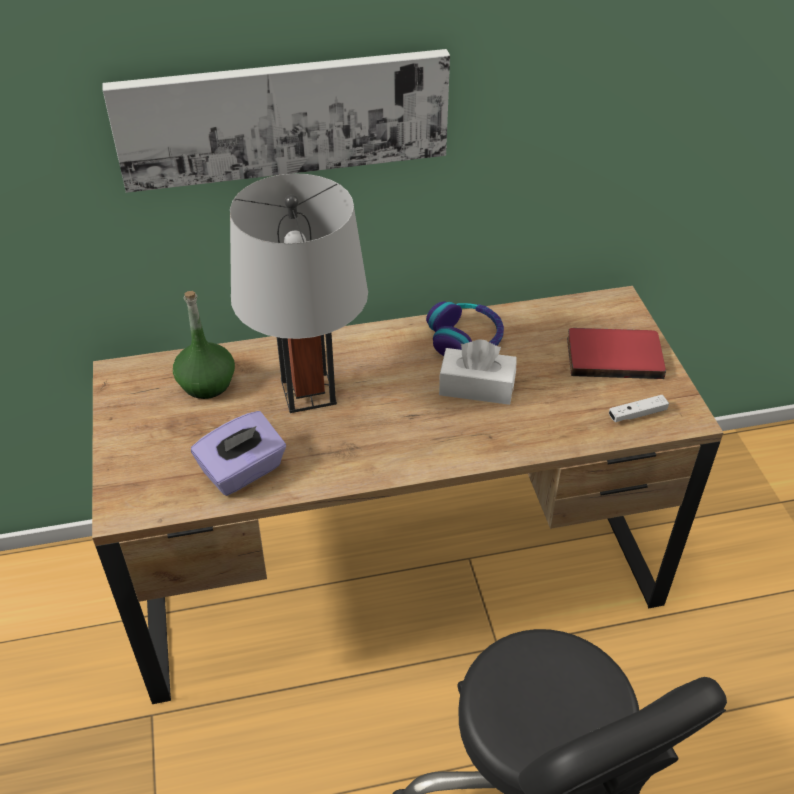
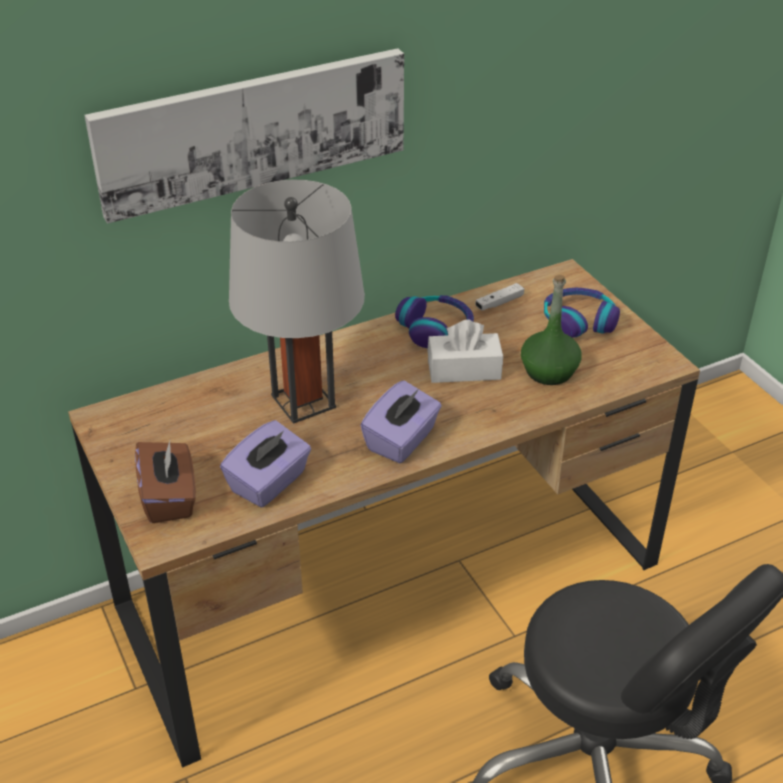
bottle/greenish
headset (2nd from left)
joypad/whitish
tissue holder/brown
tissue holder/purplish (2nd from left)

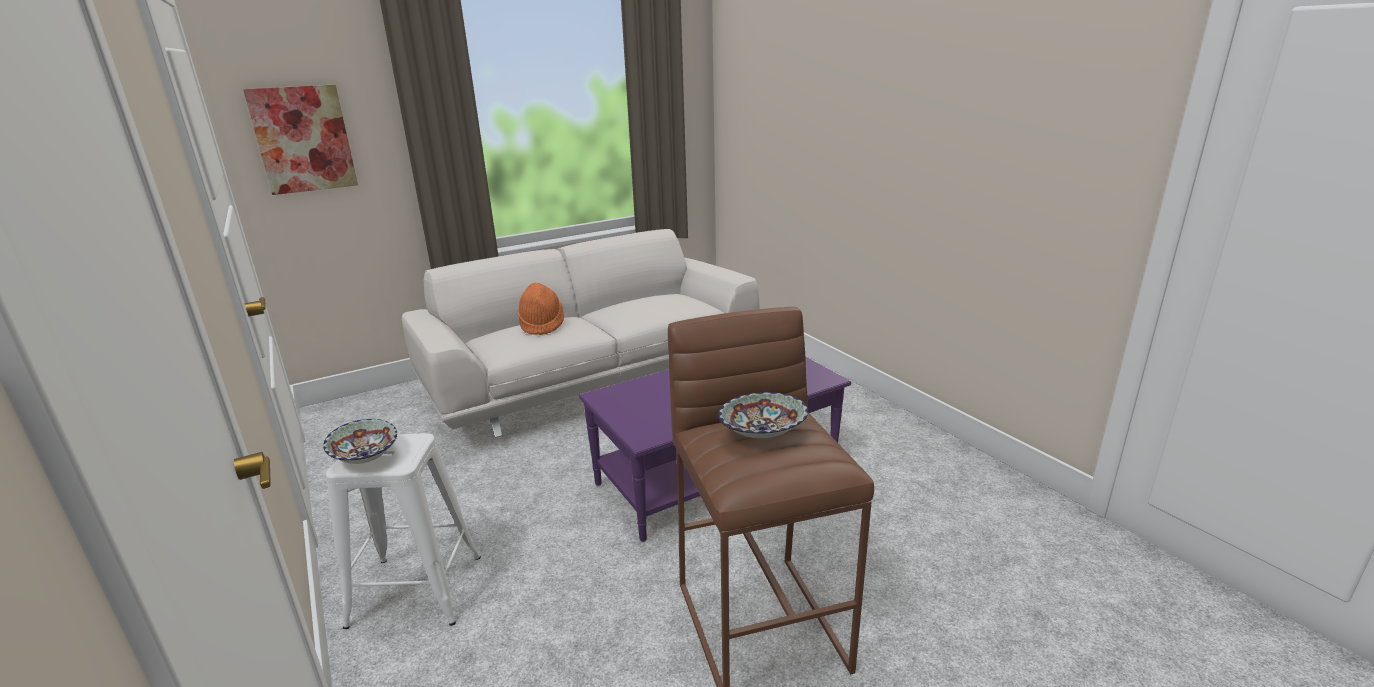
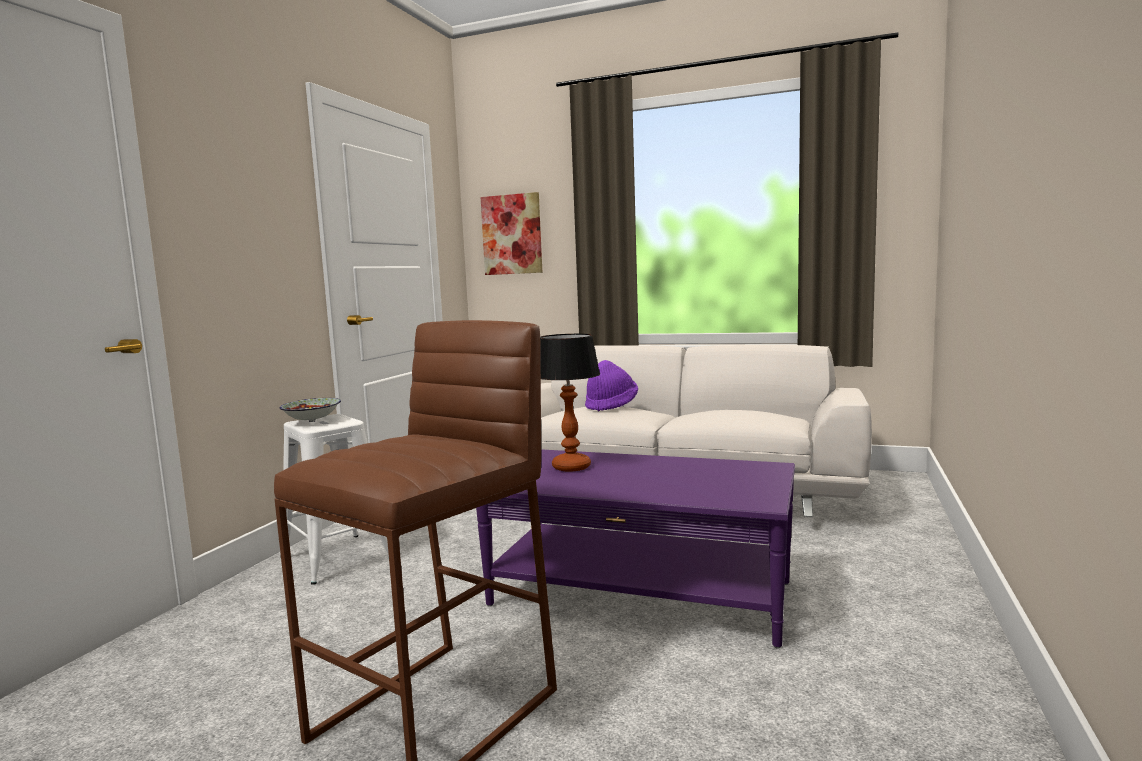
clothing hat/purplish
serving bowl (2nd from left in the first image)
tabletop lamp

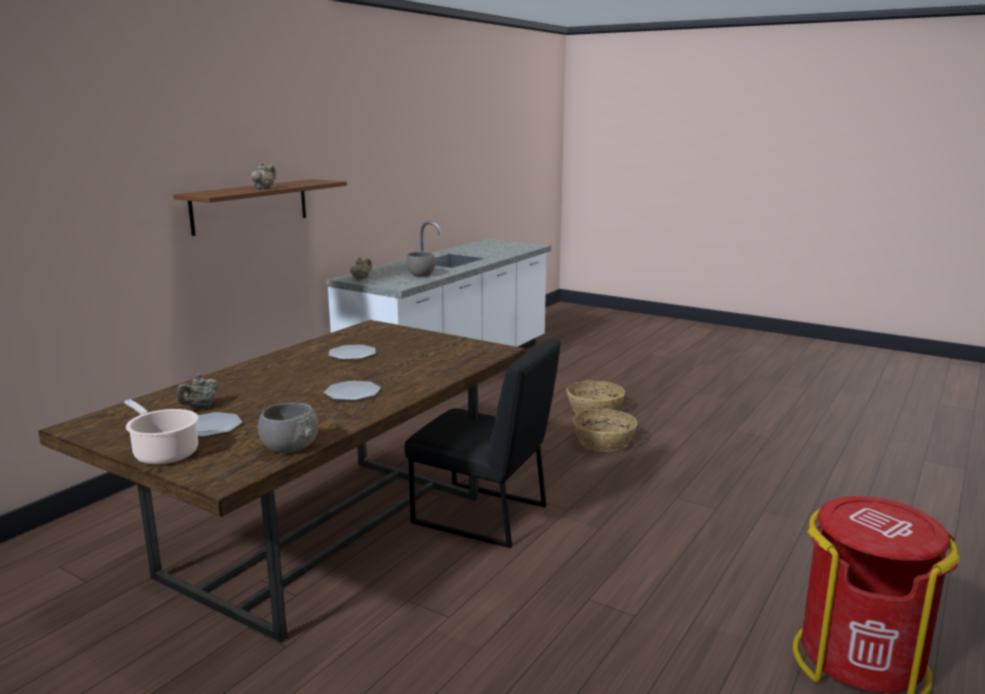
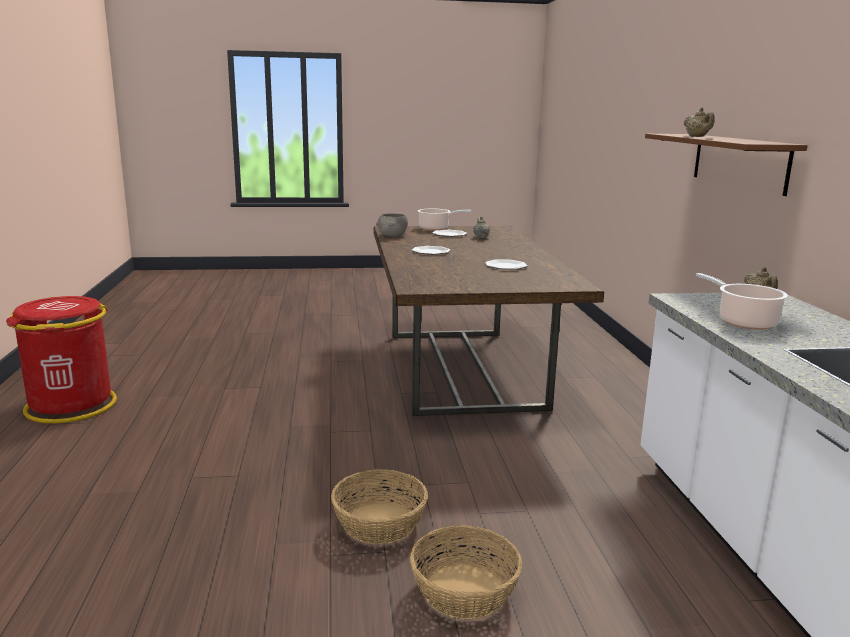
chair/black-coloured
stockpot (2nd from left)

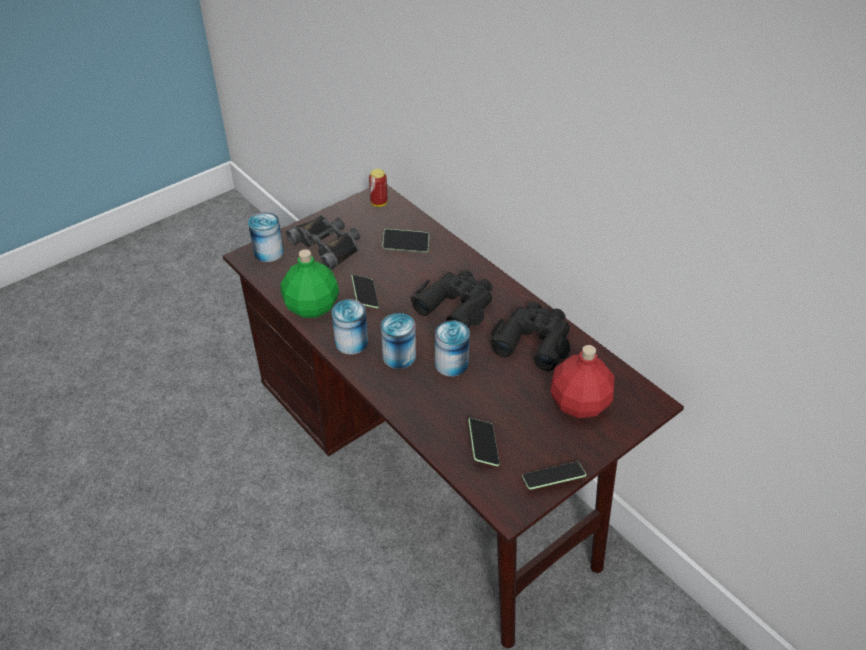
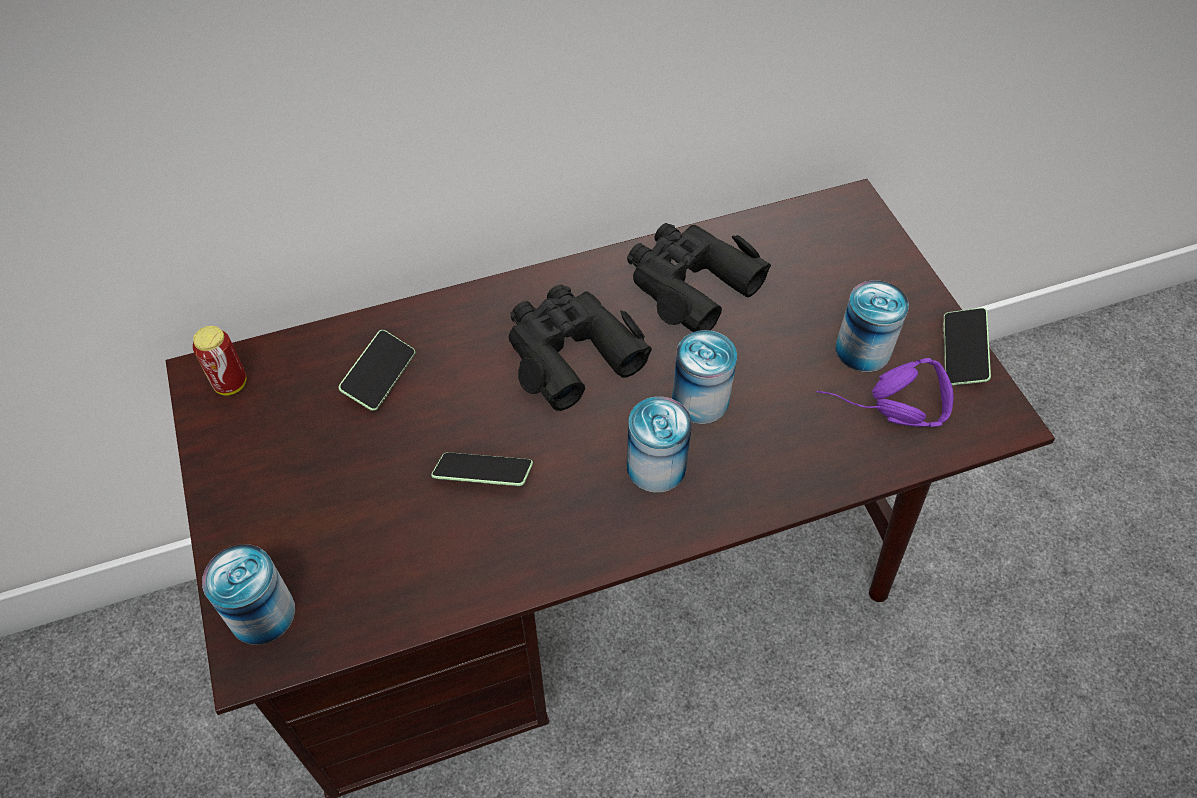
bottle/greenish
binoculars/black-coloured (1st from left in the first image)
can (5th from left)
headset/purplish
bottle/red-coloured

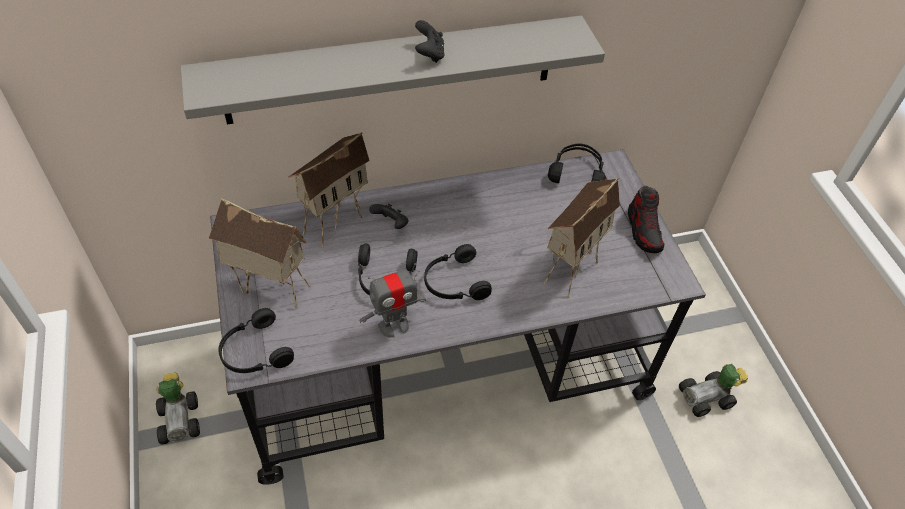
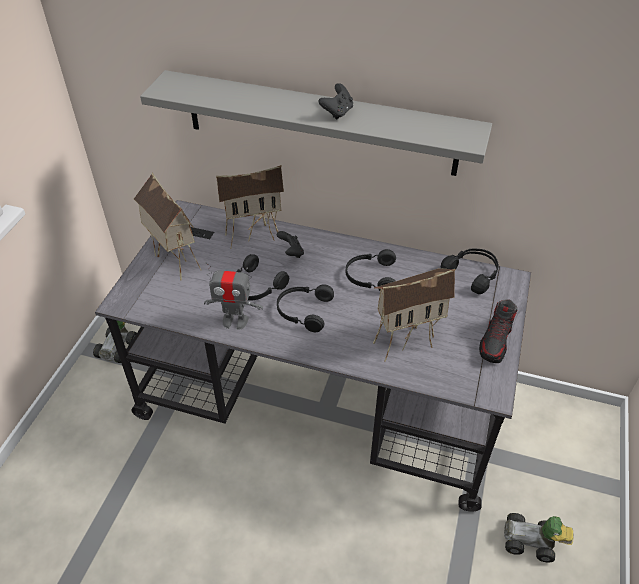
headset/black-coloured (3rd from left)

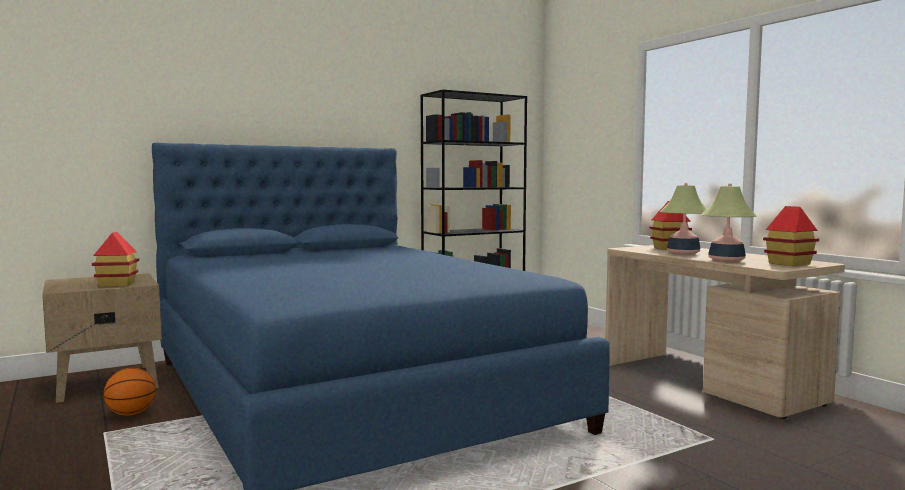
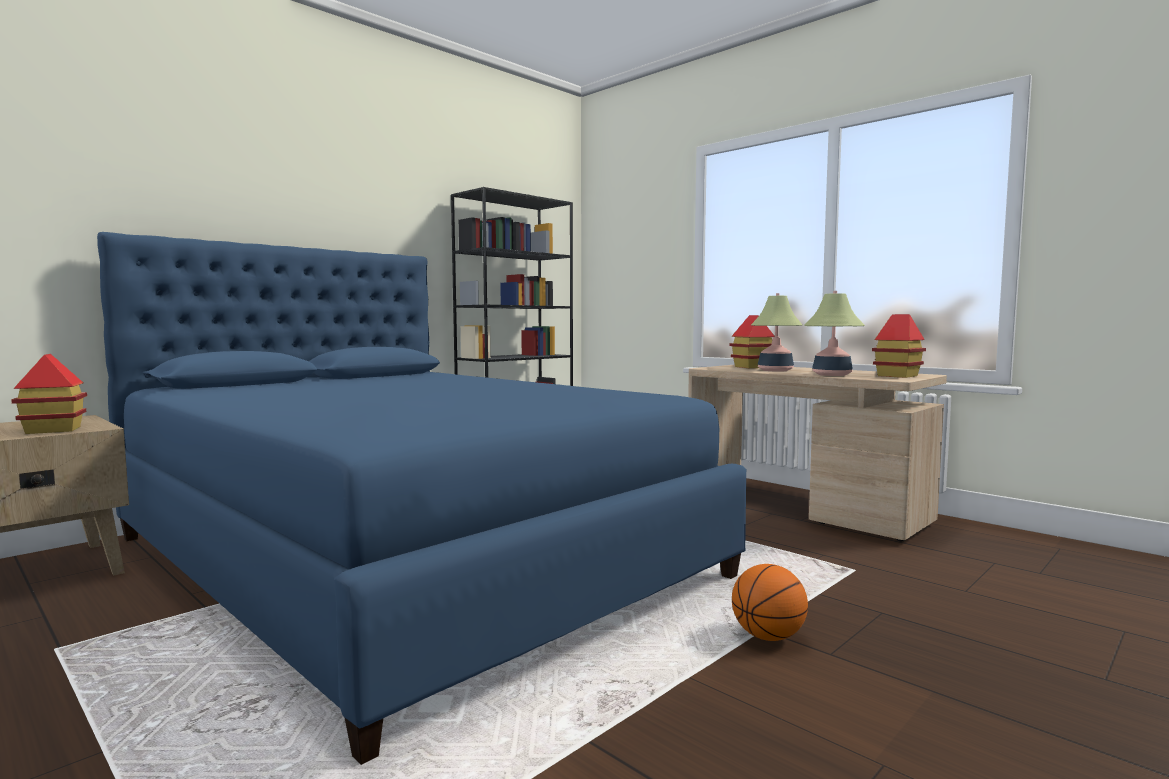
basketball ball

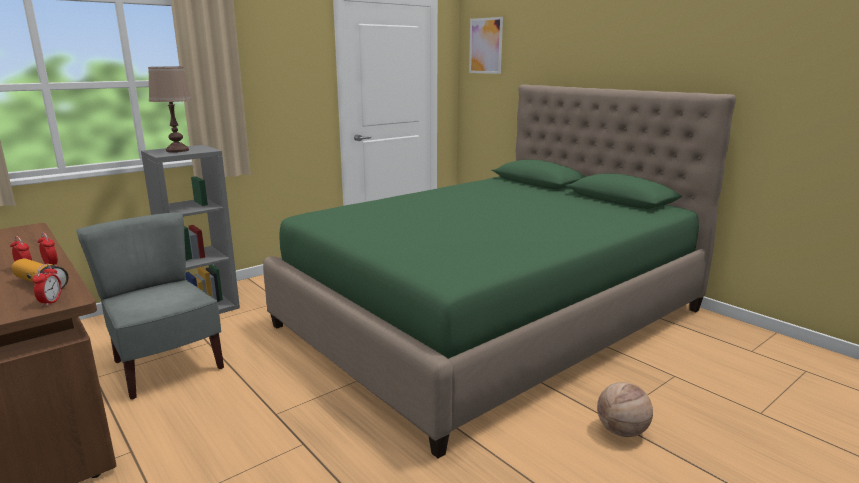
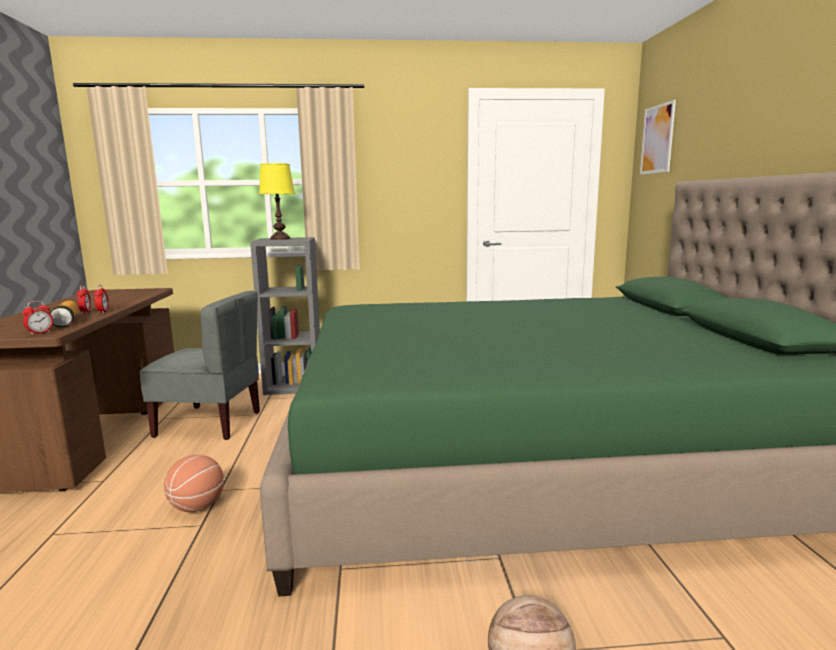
chair/greyish
tabletop lamp/yellow-coloured
basketball ball (1st from left)

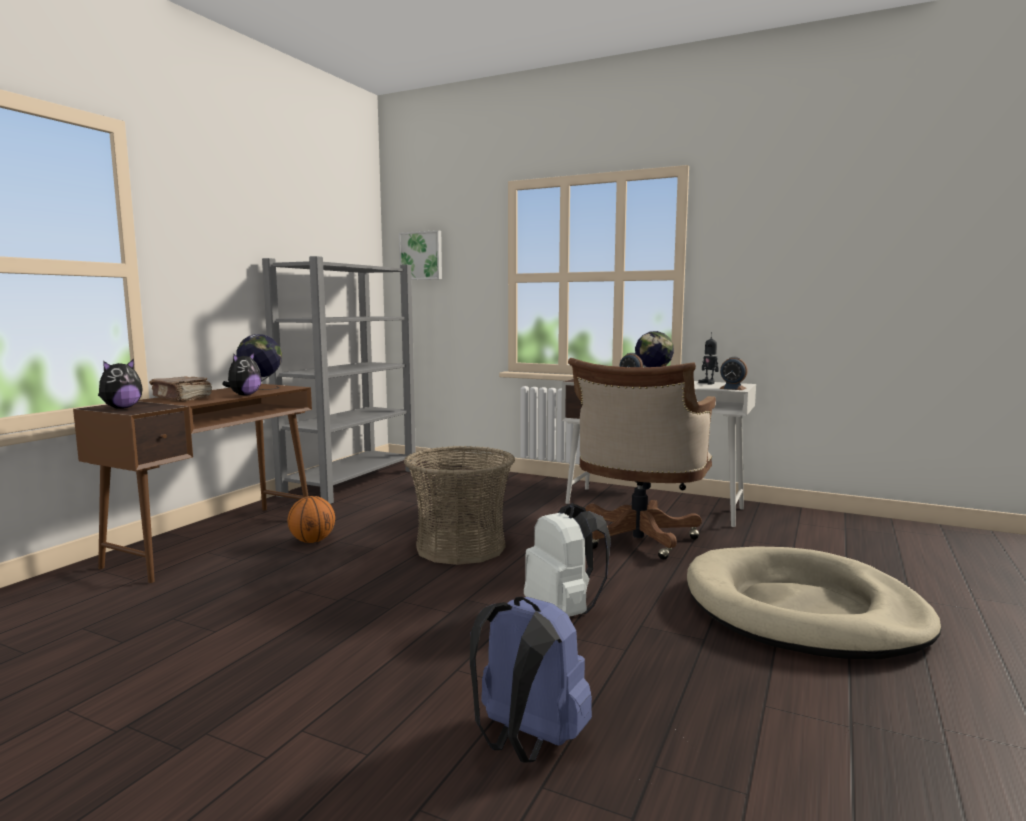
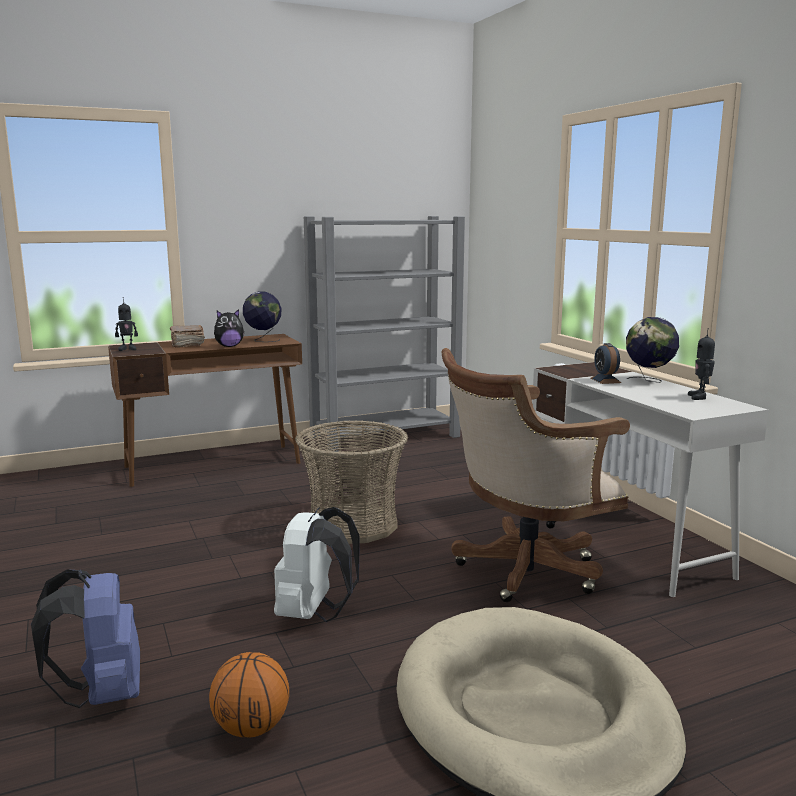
toy robot (1st from left)
basketball ball
wall art
table clock (2nd from left in the first image)

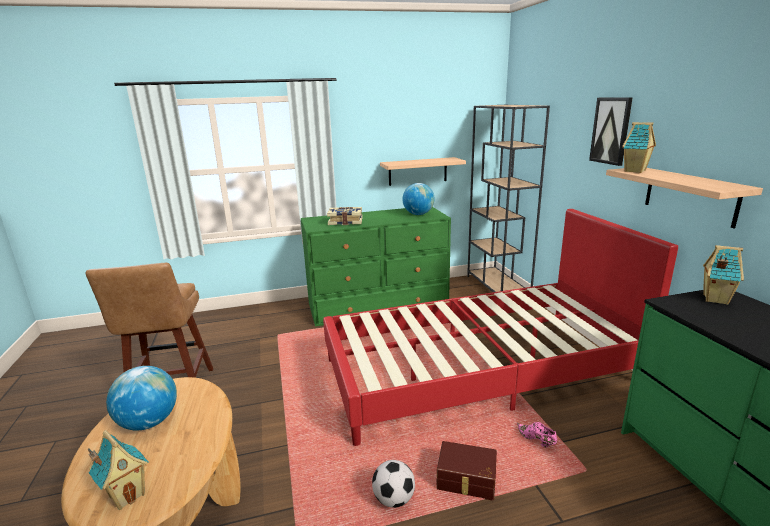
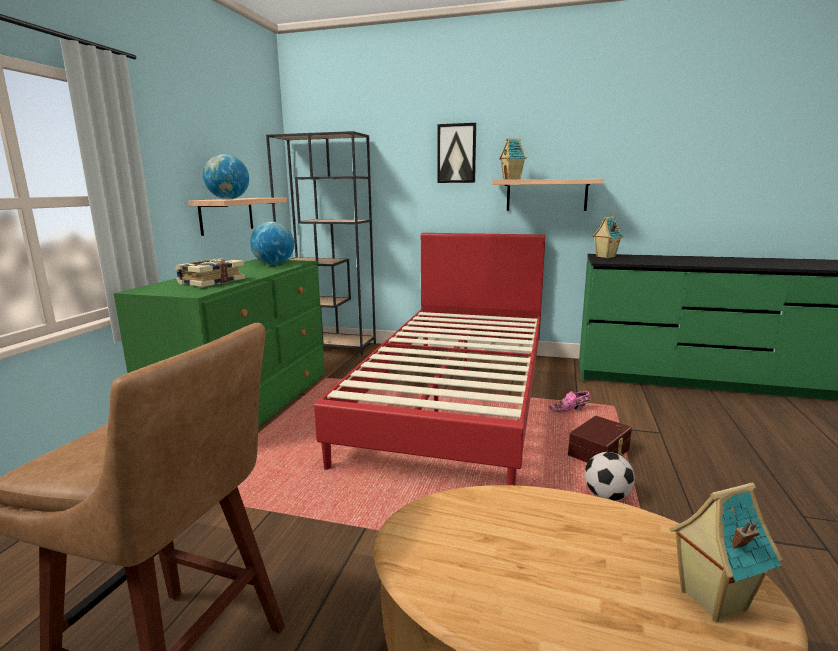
world globe (1st from left)

